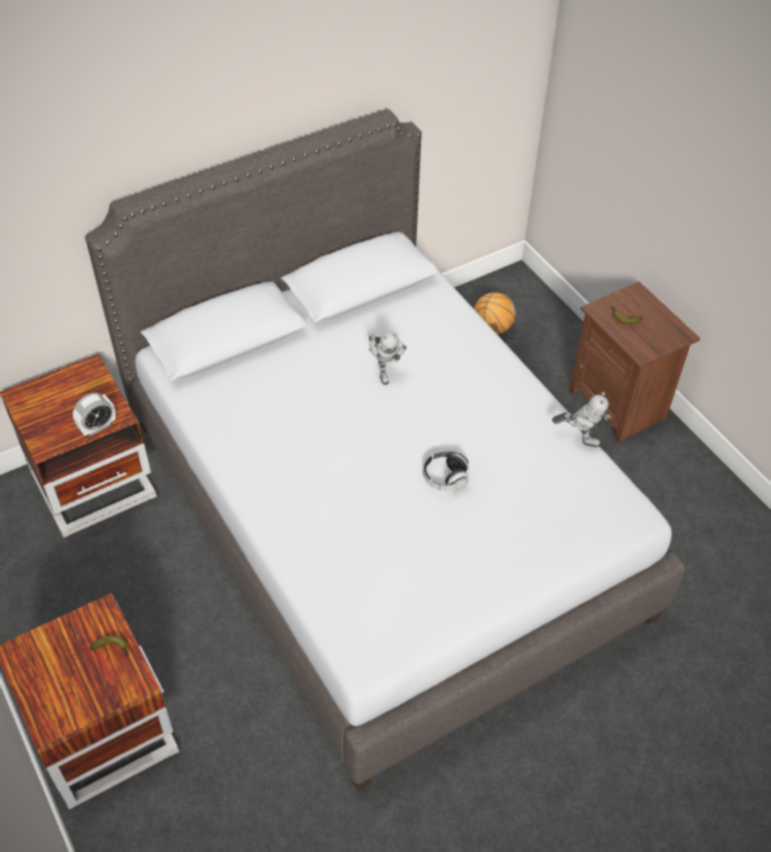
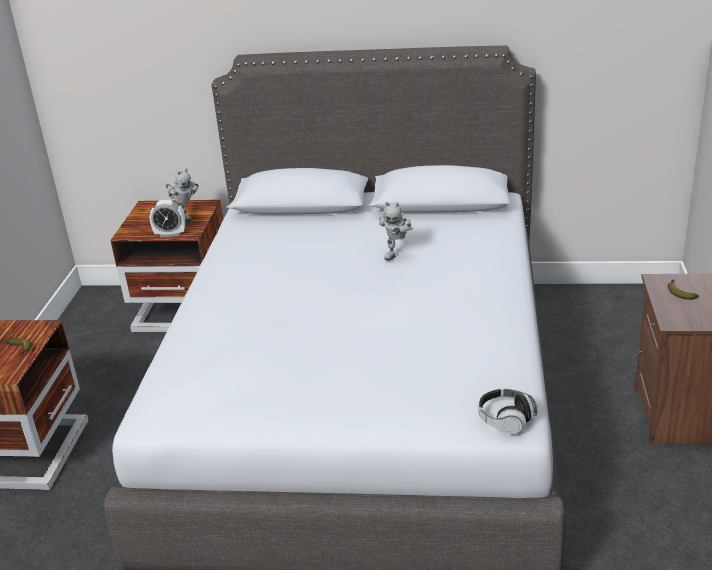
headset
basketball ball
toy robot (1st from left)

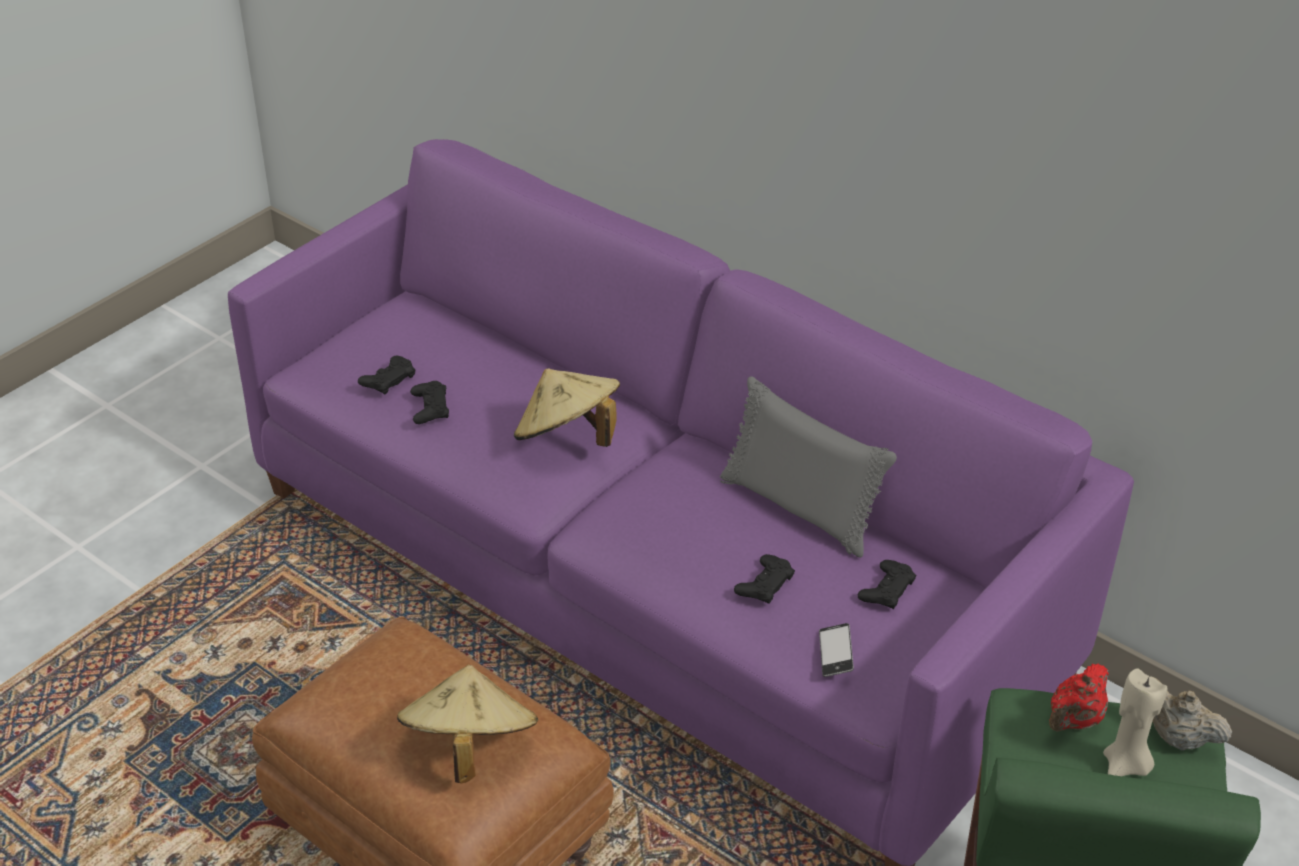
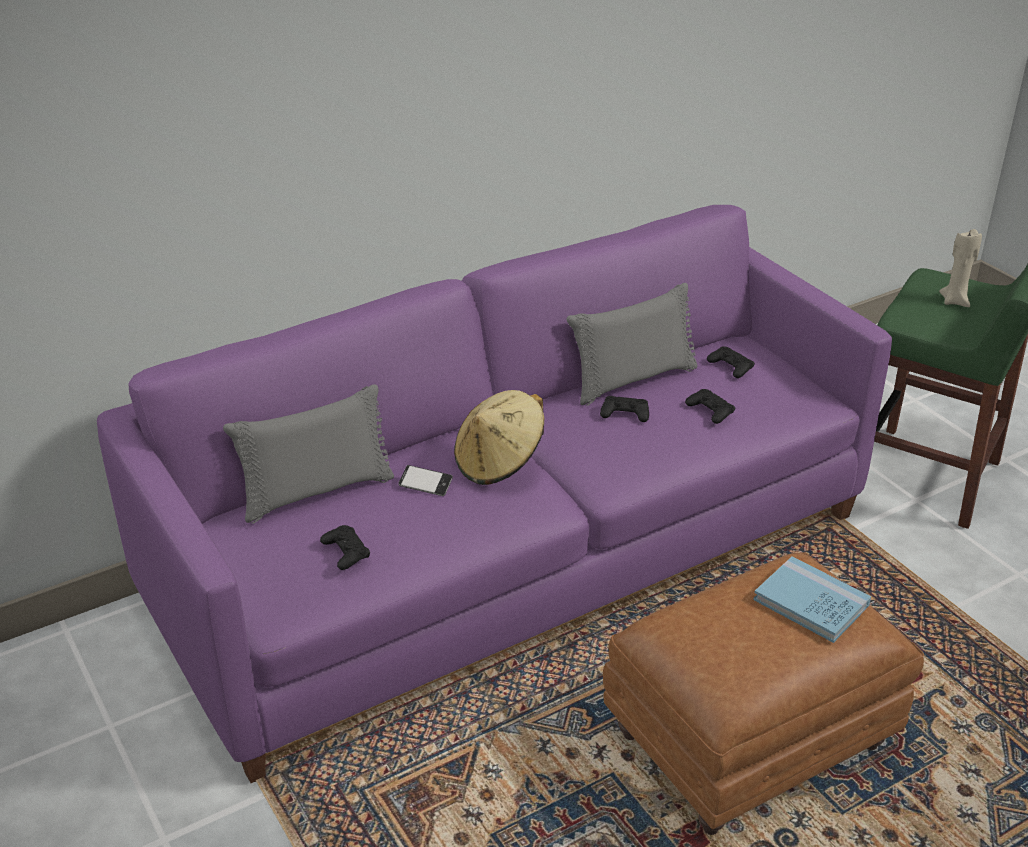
volume/blue-coloured
joypad/black-coloured (2nd from left)
handset
teapot/red-coloured
teapot/beige
cushion/greyish (1st from left)

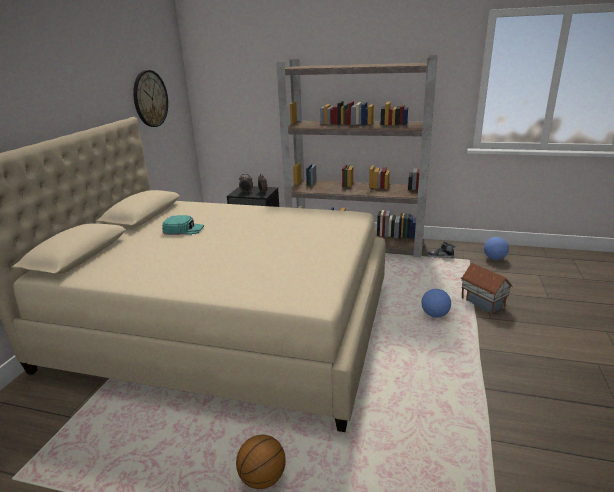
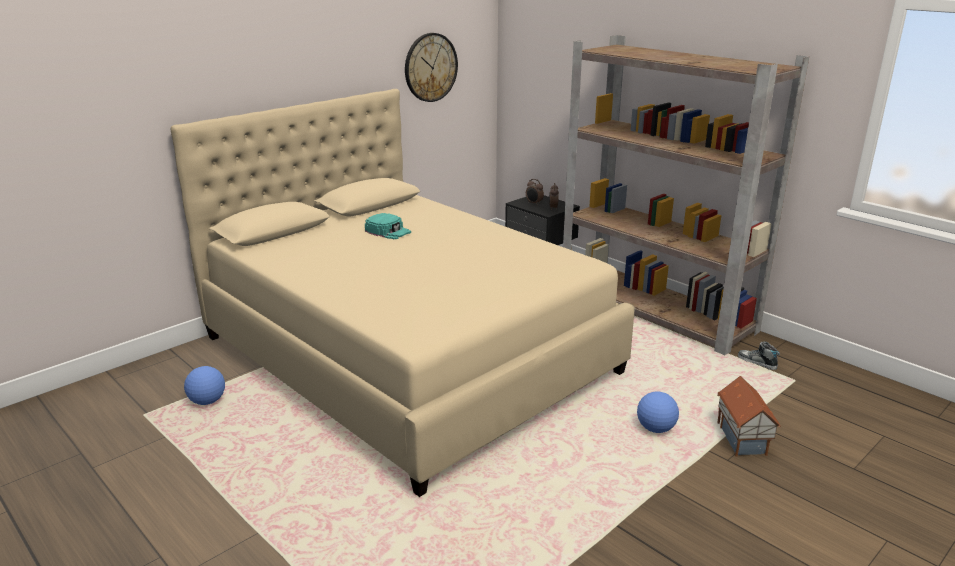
basketball ball
ball for football (1st from left)

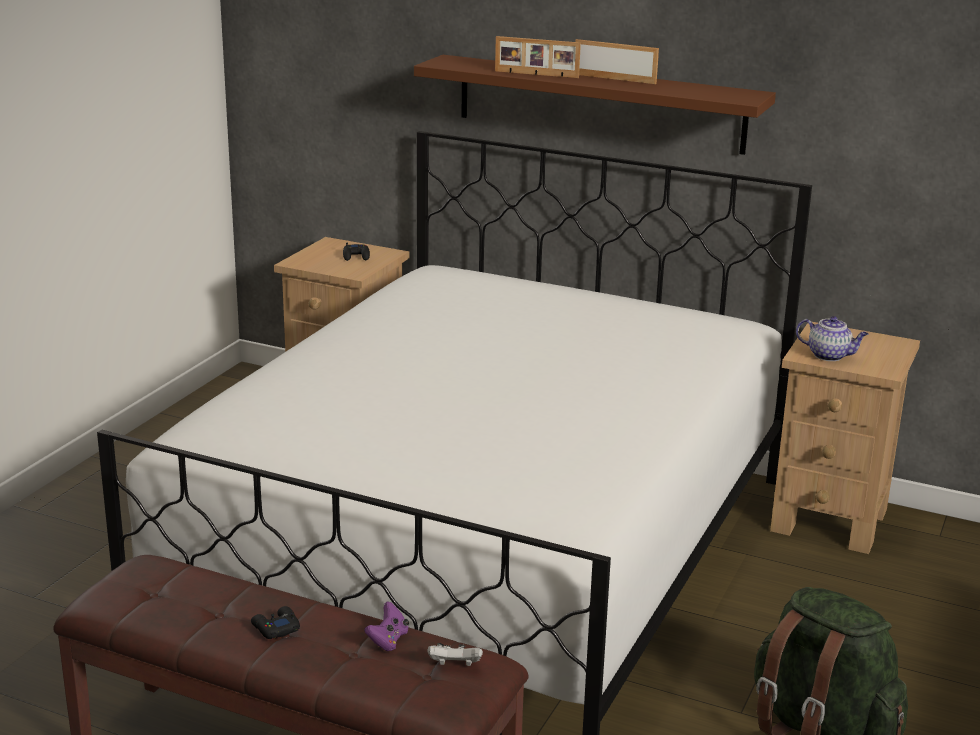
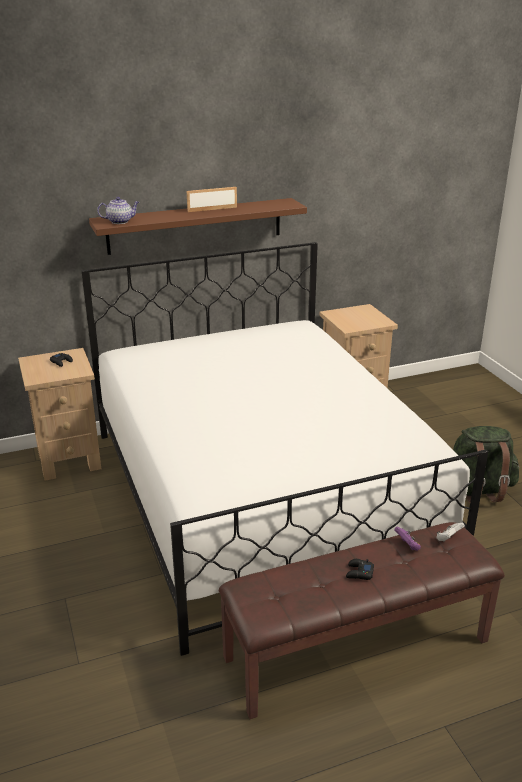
standing frame (1st from left in the first image)
teapot

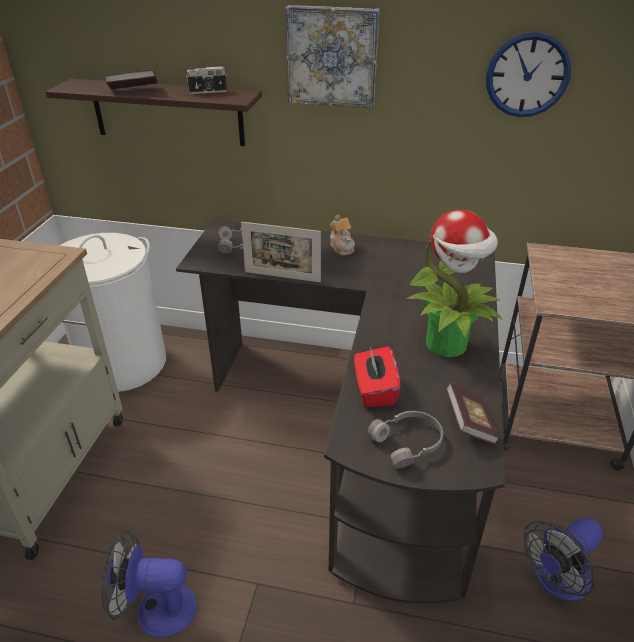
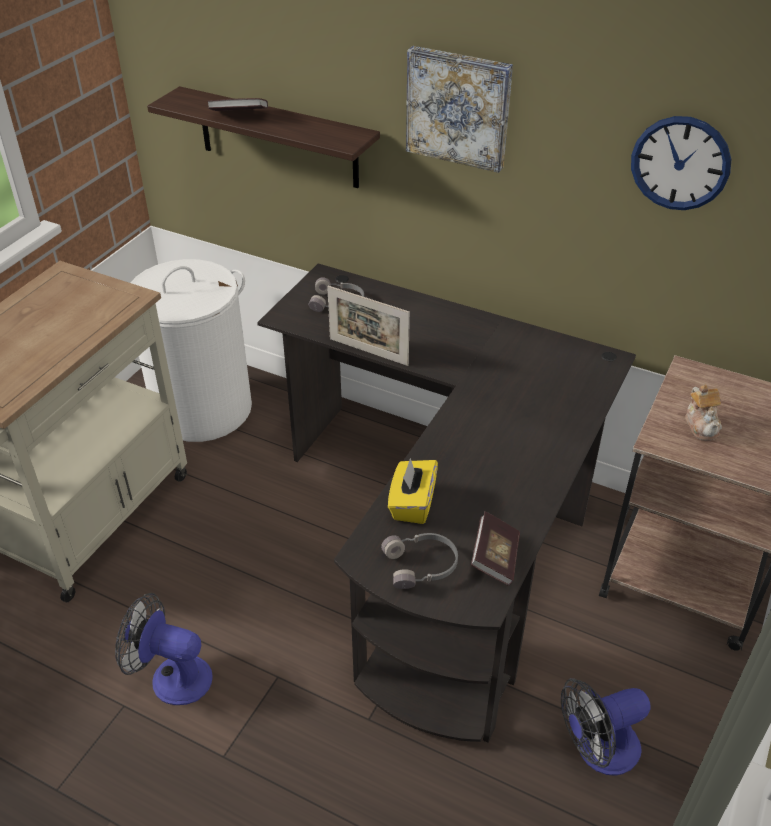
photo camera
teapot
tissue holder/yellow-coloured
plant in a pot

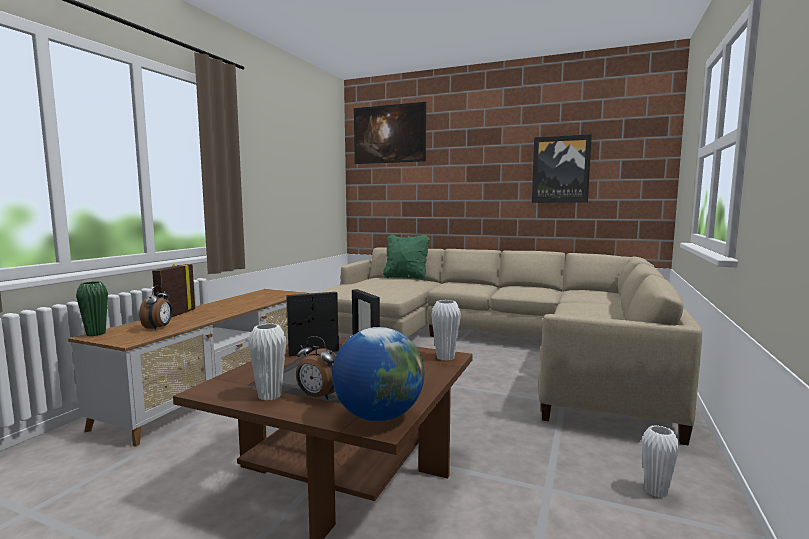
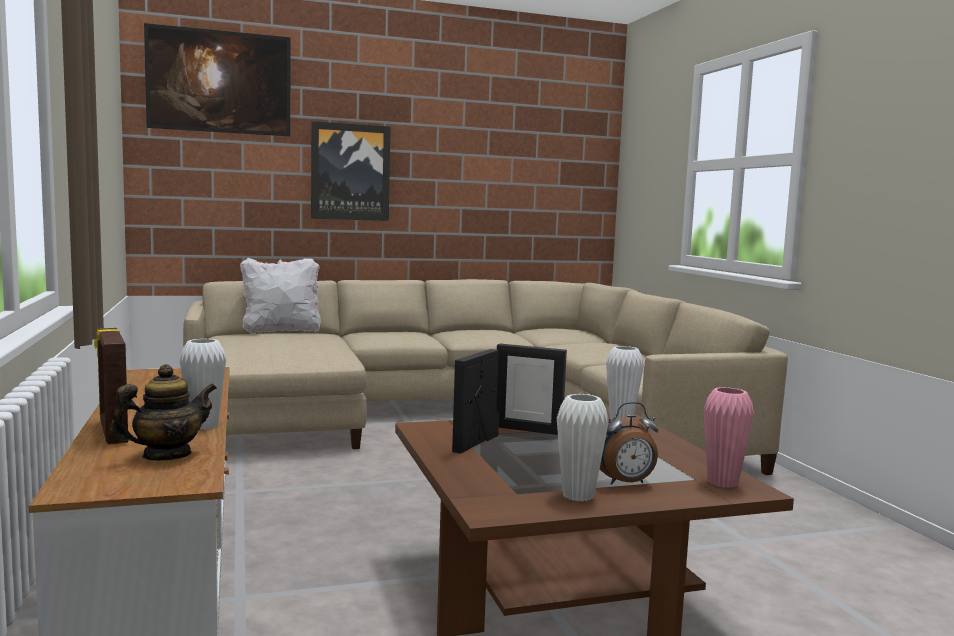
decorative vase/greenish
teapot
decorative vase/pink
cushion/whitish
wall art (2nd from left)
decorative vase/whitish (1st from left)

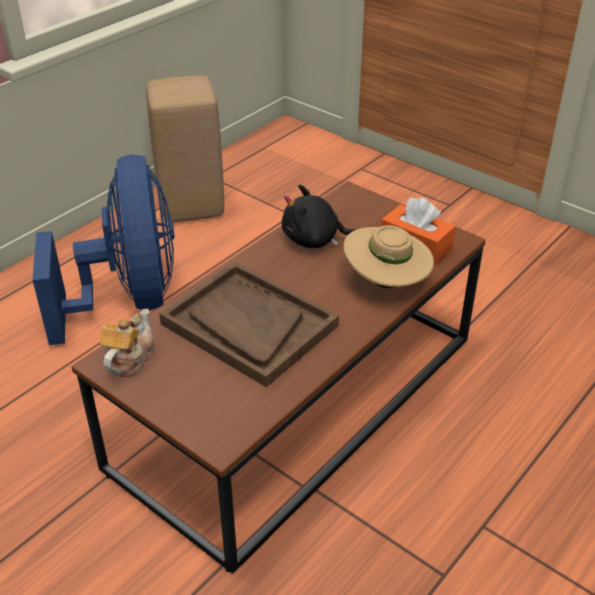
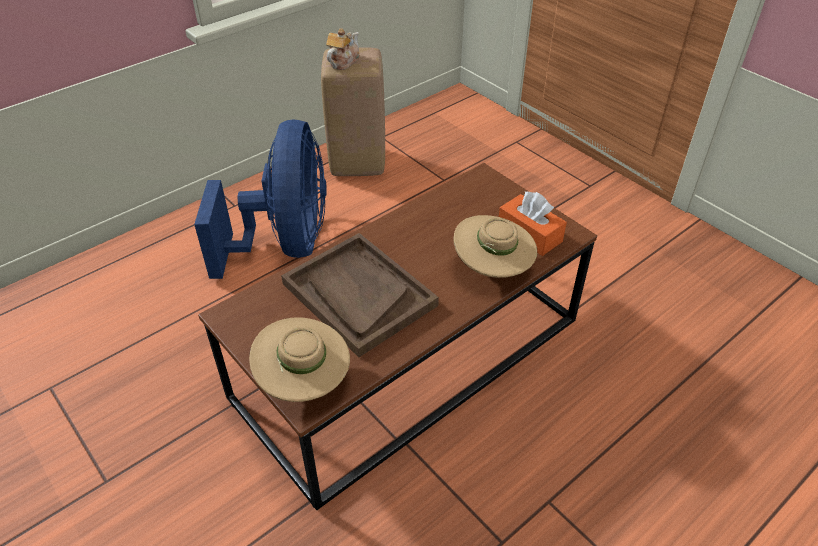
teapot
cuddly toy/black-coloured
clothing hat/beige (1st from left)

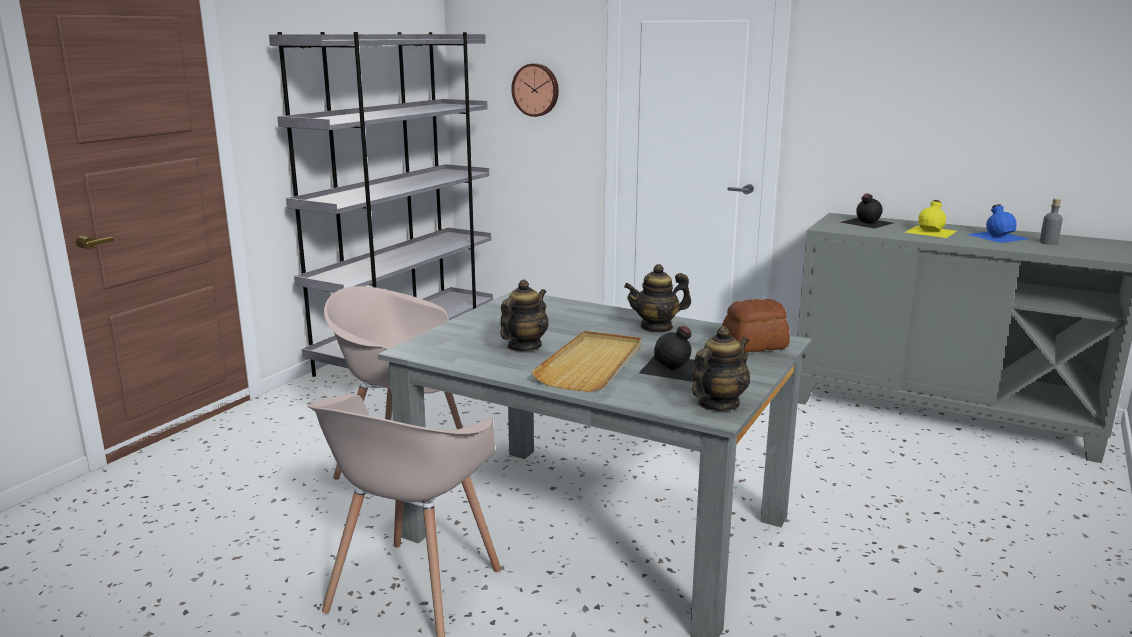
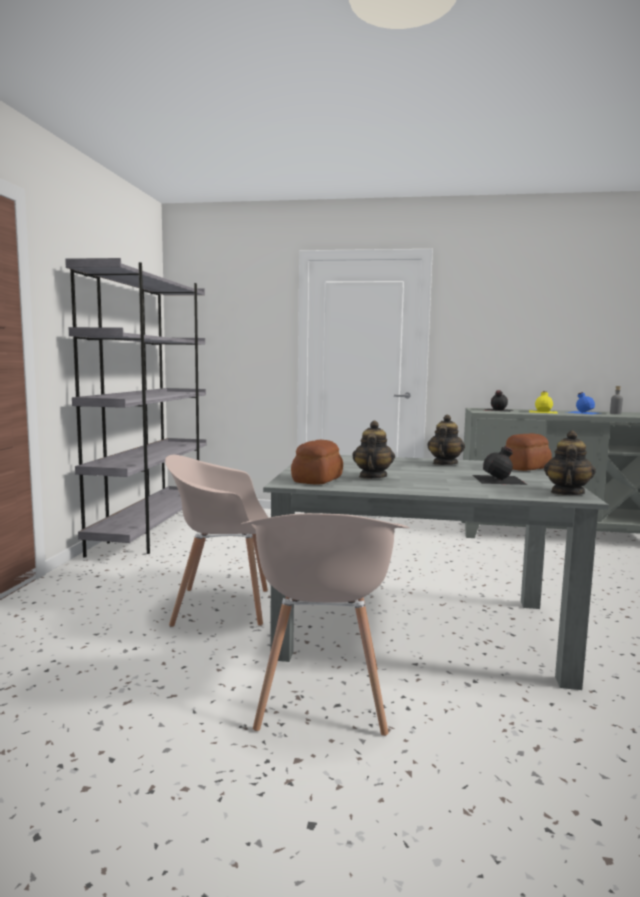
clock on the wall
tray/beige
teapot (2nd from left)
bread (1st from left)

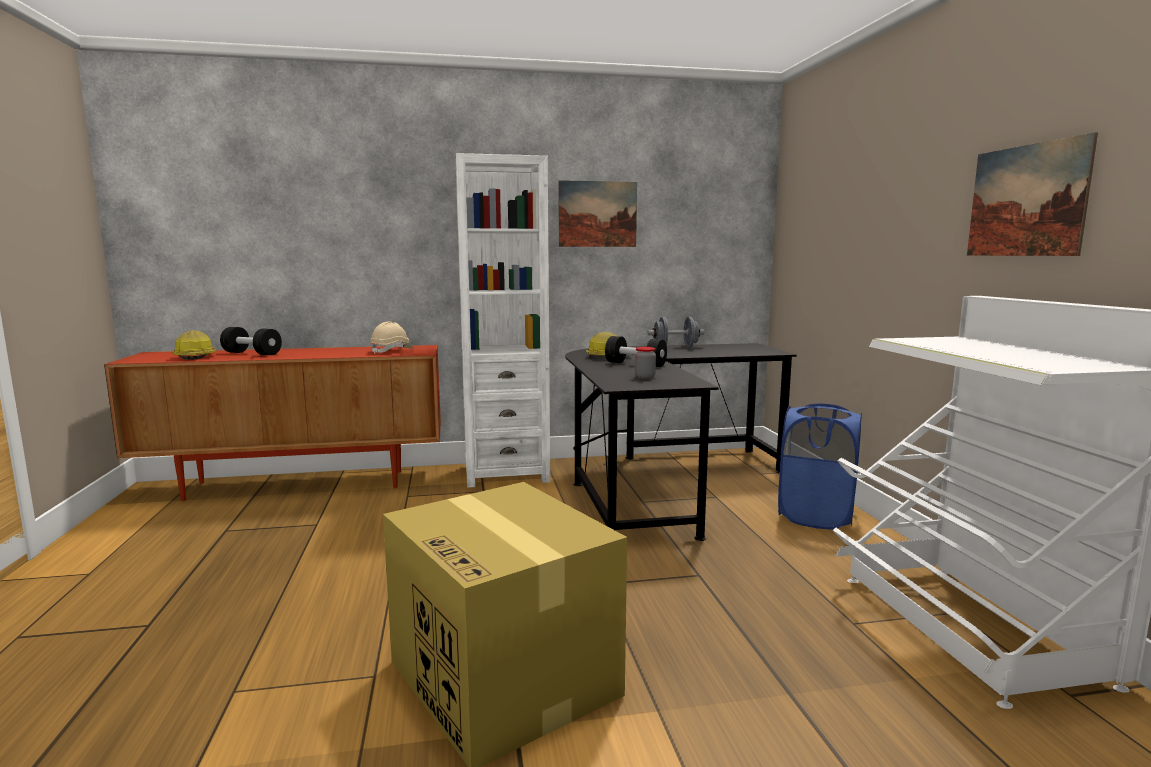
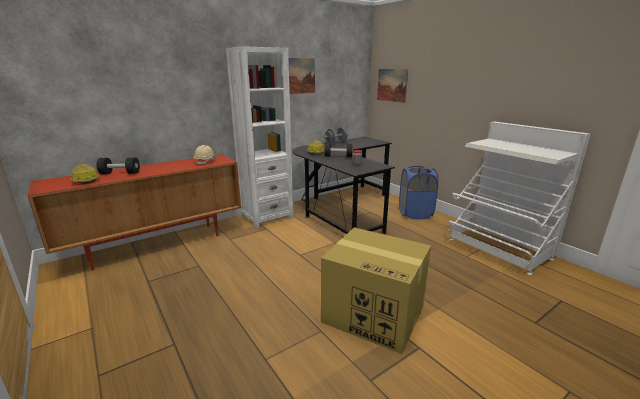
wall art (2nd from left)

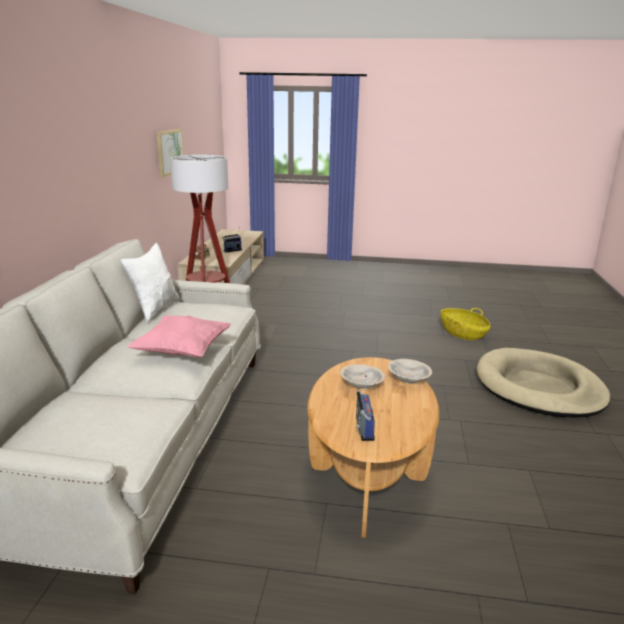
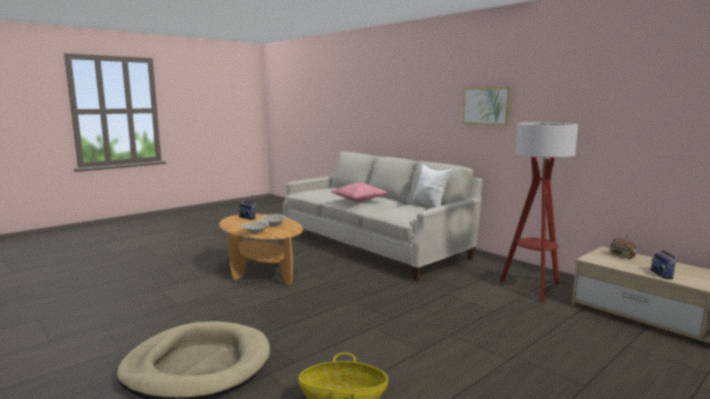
wall art

